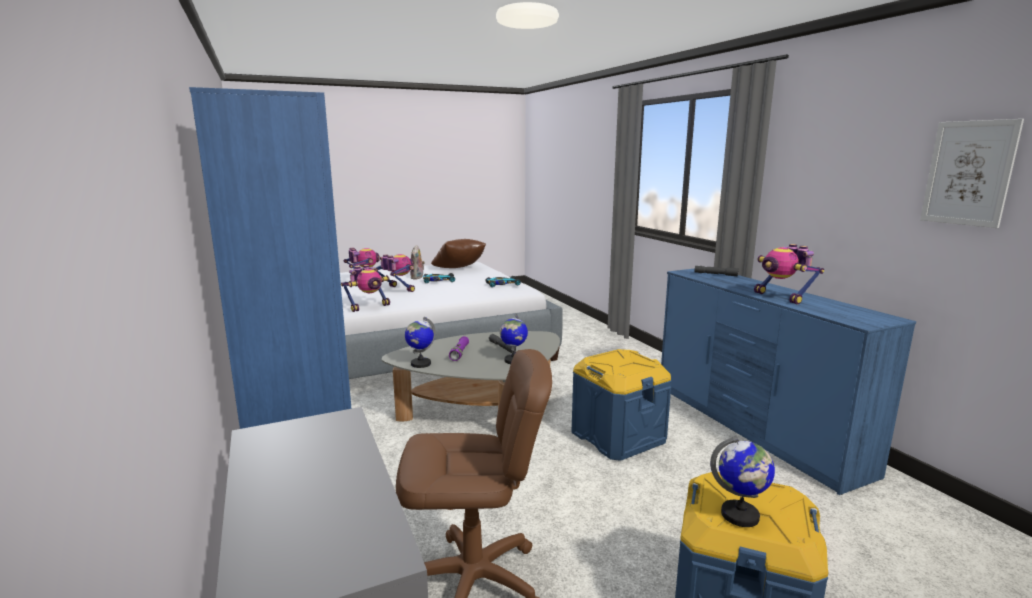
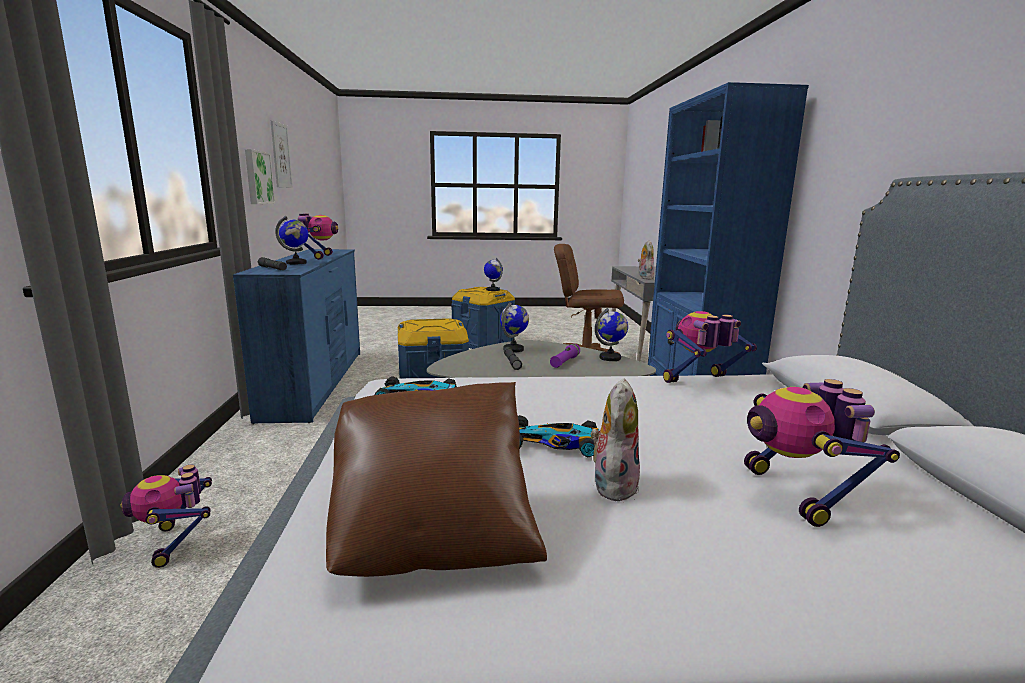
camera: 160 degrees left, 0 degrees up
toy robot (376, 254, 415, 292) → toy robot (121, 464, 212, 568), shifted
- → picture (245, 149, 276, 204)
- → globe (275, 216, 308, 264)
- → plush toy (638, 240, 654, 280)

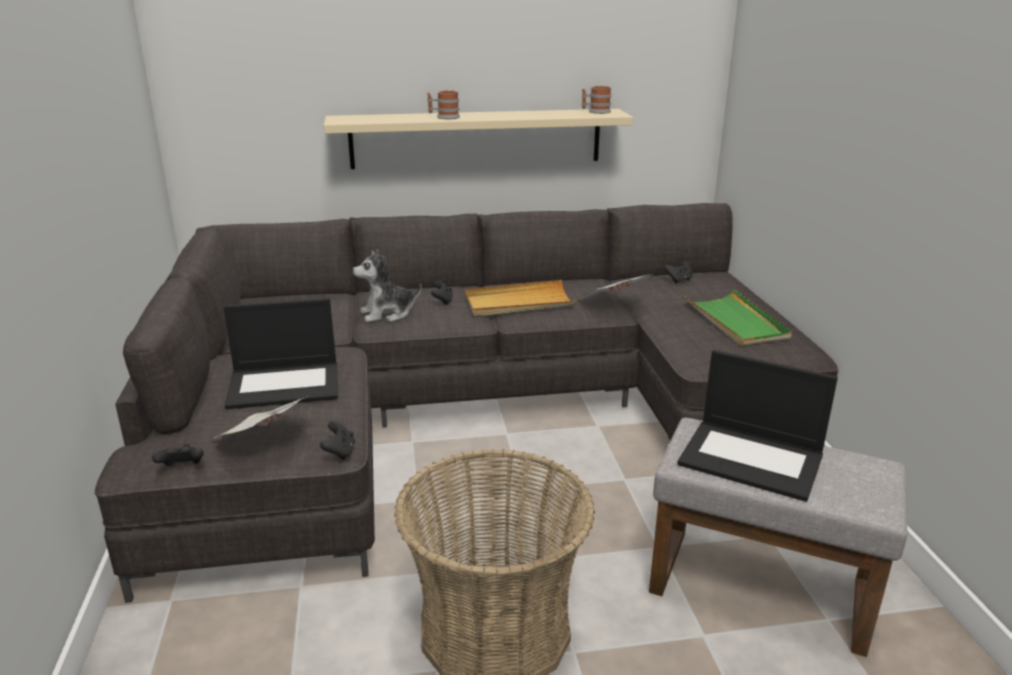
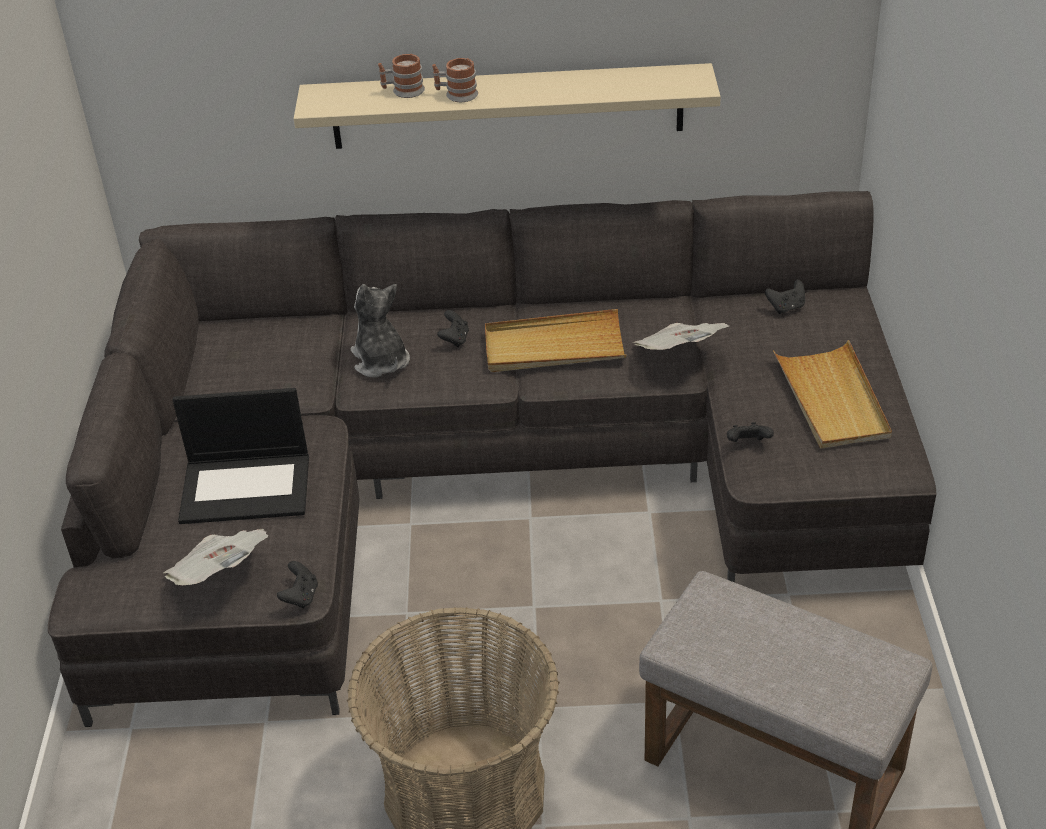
camera: 10 degrees right, 15 degrees up
black game controller (152, 444, 204, 466) → black game controller (727, 422, 774, 442), shifted
plush toy (352, 249, 422, 322) → plush toy (351, 284, 410, 378), 75 degrees clockwise
mug (582, 86, 611, 114) → mug (378, 54, 425, 98), shifted
laptop (677, 350, 838, 502) → -
green tray (684, 289, 792, 346) → beige tray (773, 340, 892, 449)

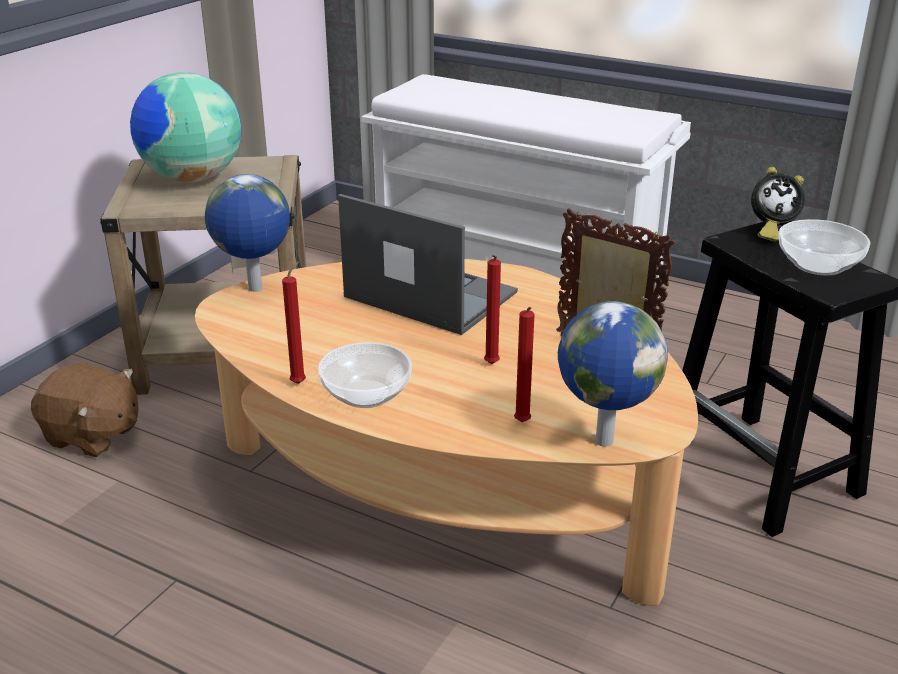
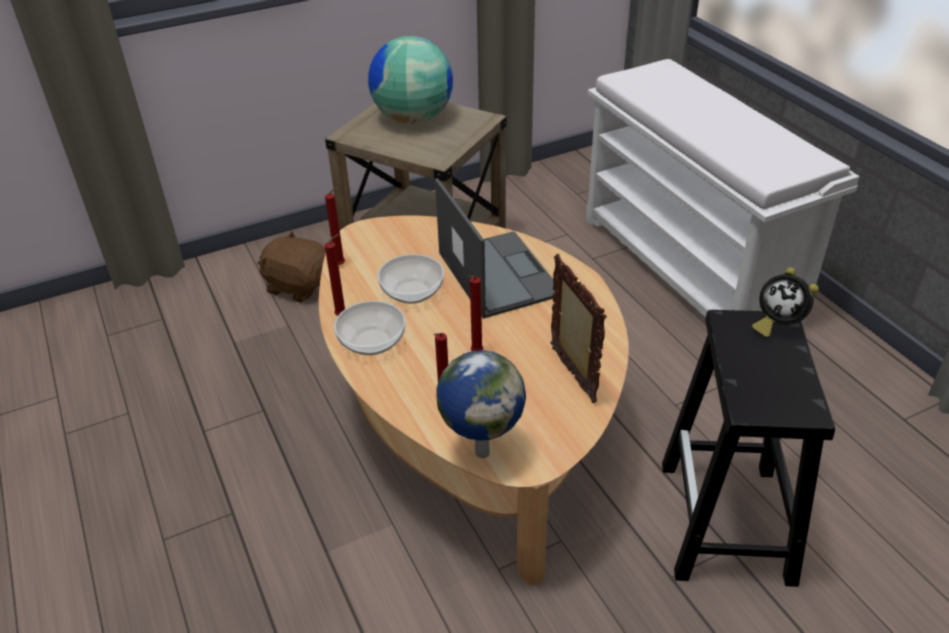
camera: 35 degrees right, 10 degrees up
brown plush toy (31, 363, 138, 457) → brown plush toy (257, 231, 326, 303), 150 degrees clockwise
globe (205, 174, 290, 292) → -
bowl (778, 219, 870, 275) → bowl (377, 254, 444, 304), shifted
- → red candle (325, 187, 345, 265)

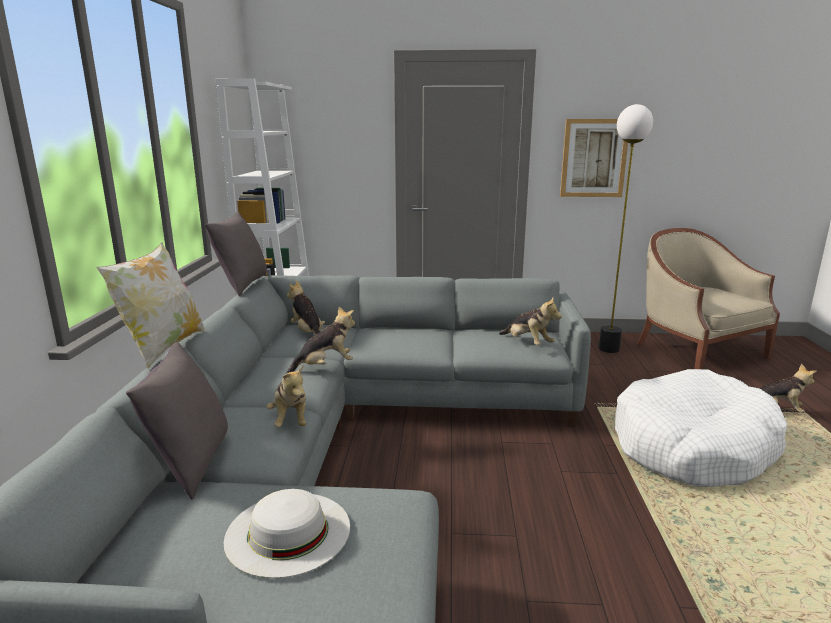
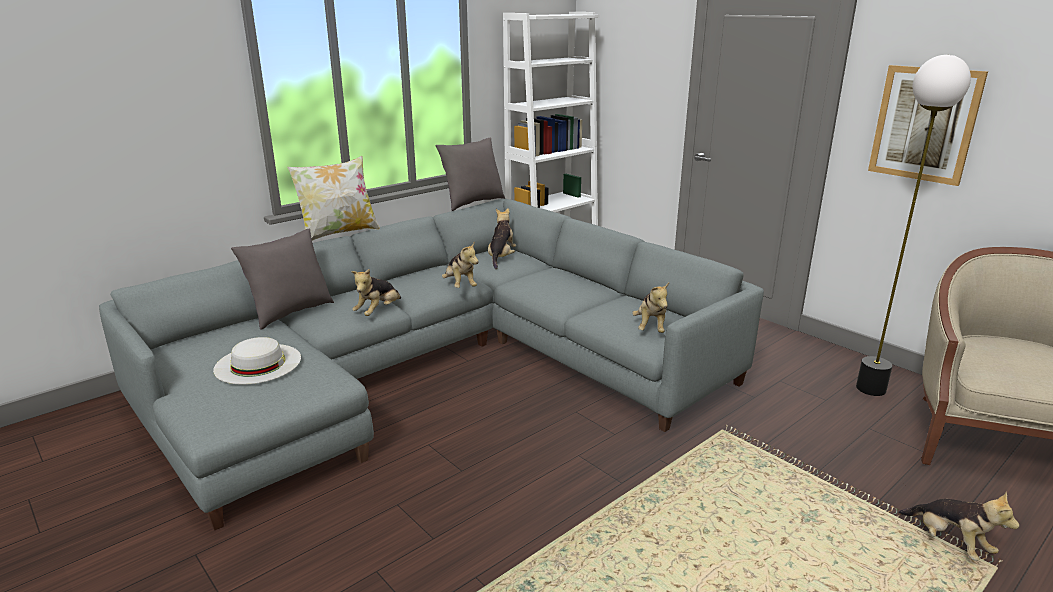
camera: 45 degrees right, 5 degrees up
plush toy (286, 306, 355, 374) → plush toy (442, 241, 479, 288), 45 degrees clockwise
white dog bed (615, 369, 787, 487) → -

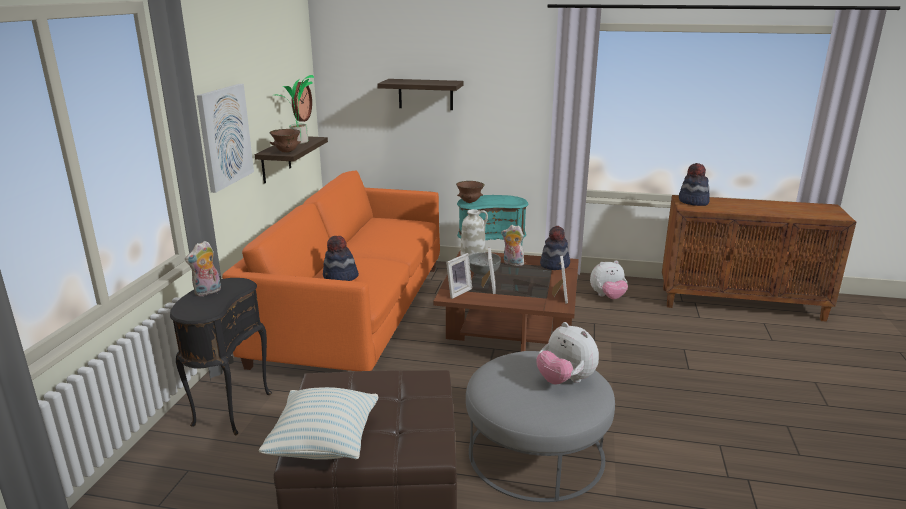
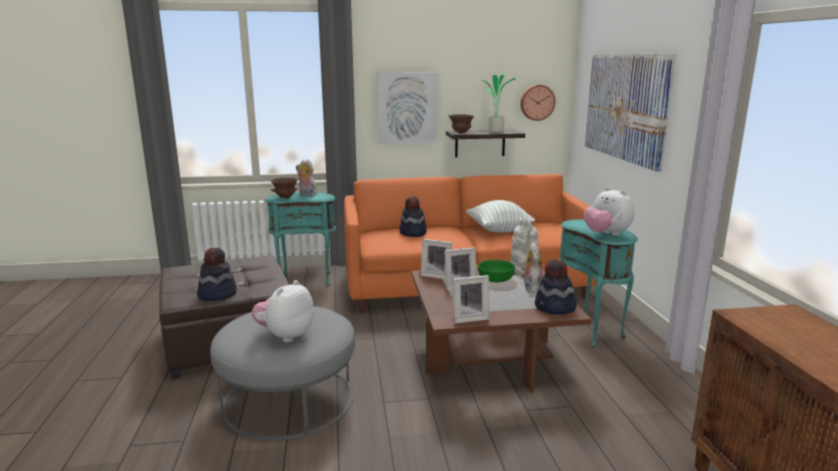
camera: 70 degrees right, 5 degrees down
black side table (170, 278, 272, 435) → turquoise side table (265, 192, 336, 286)
pillow (258, 387, 378, 460) → pillow (466, 200, 535, 233), shifted
shelf (377, 79, 464, 110) → picture (585, 54, 676, 172)
brown bowl (456, 181, 485, 203) → brown bowl (271, 178, 298, 198), shifted
grey bowl (469, 252, 501, 275) → green bowl (478, 260, 515, 282)
plush toy (590, 260, 628, 299) → plush toy (584, 187, 635, 236), shifted
hat (679, 163, 710, 206) → hat (197, 248, 237, 301), shifted

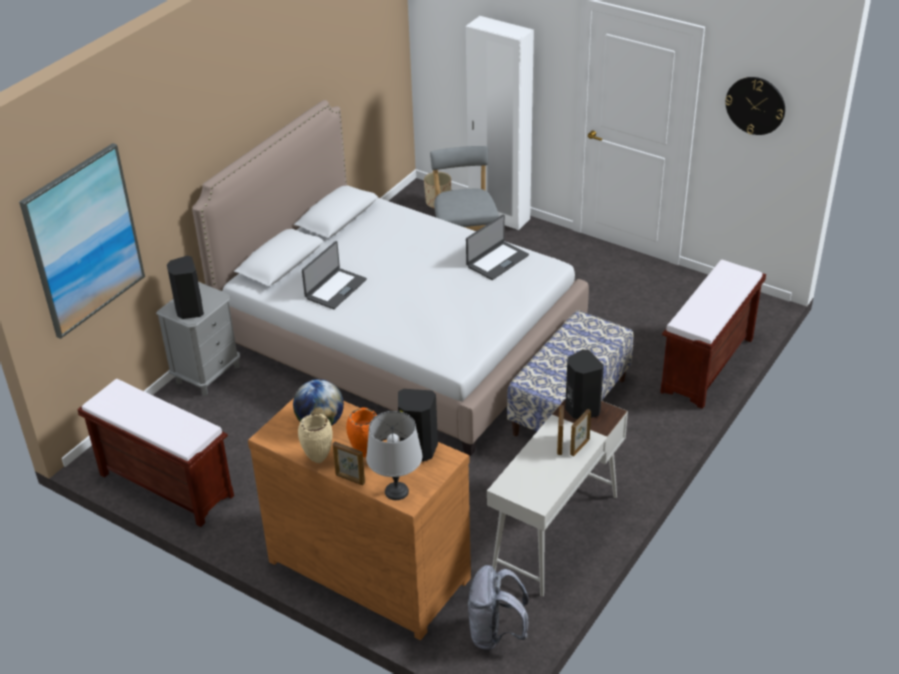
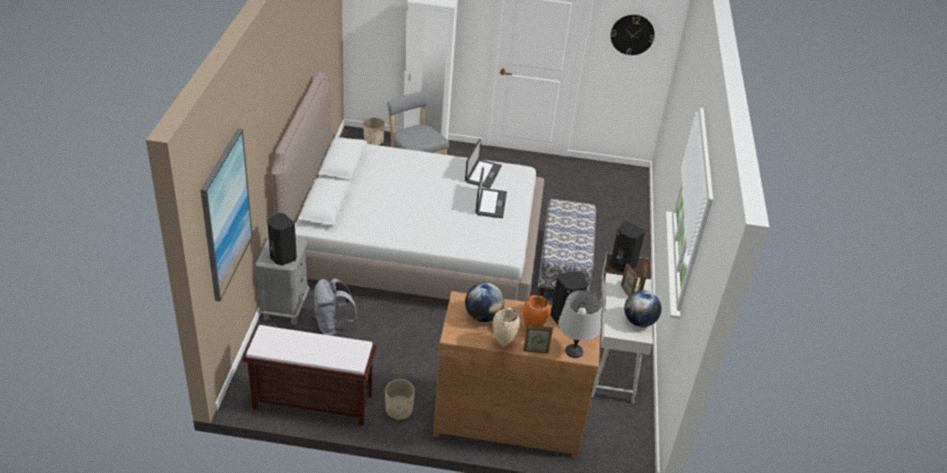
camera: 30 degrees left, 0 degrees up
laptop (302, 241, 367, 309) → laptop (475, 167, 507, 218), shifted
grey backpack (468, 565, 529, 651) → grey backpack (313, 279, 358, 336), shifted
brown bench (660, 260, 766, 409) → -
- → beige planter (385, 379, 415, 420)
- → globe (624, 290, 661, 327)

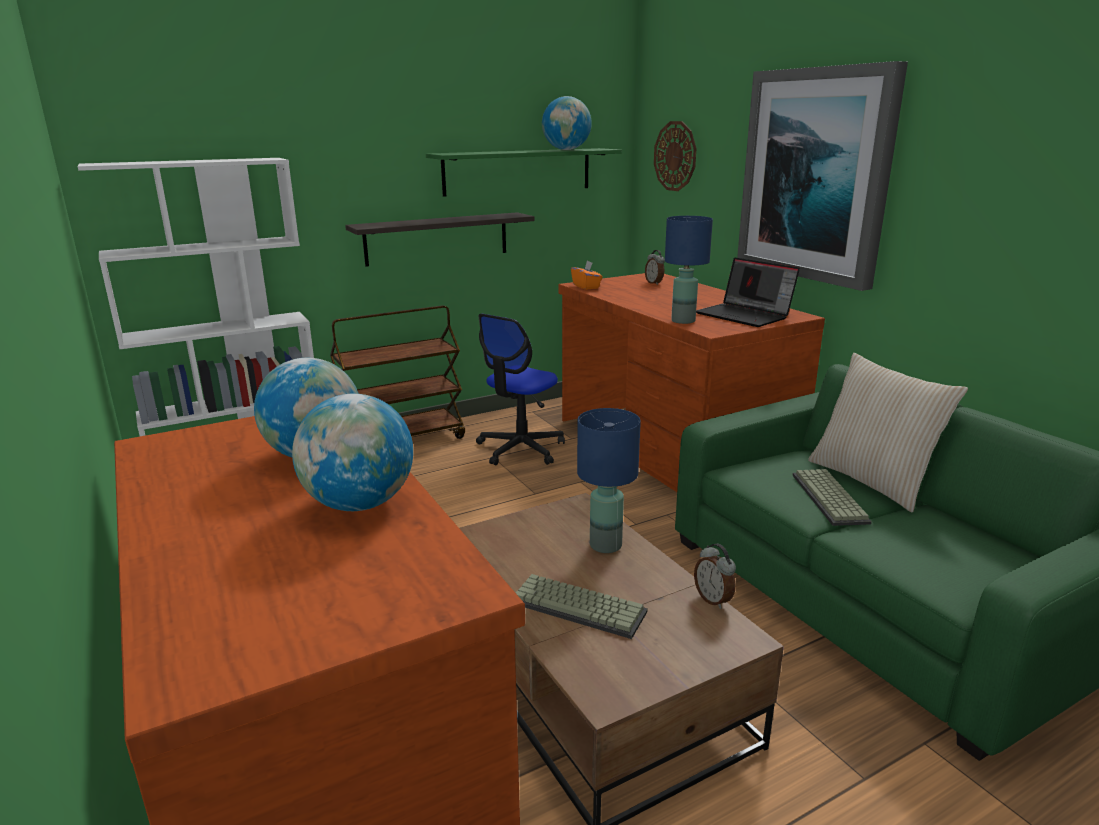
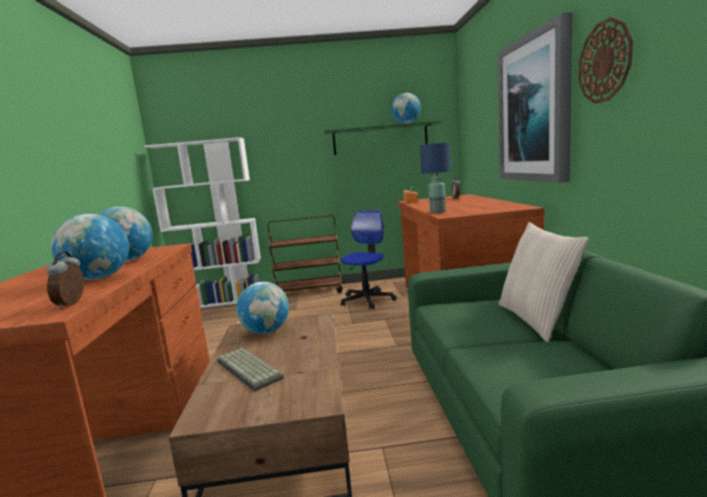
camera: 25 degrees right, 10 degrees down
shelf (345, 212, 535, 267) → -
office chair (476, 314, 565, 465) → office chair (341, 210, 397, 309), 150 degrees clockwise
blue table lamp (577, 408, 641, 553) → -
wall clock (654, 121, 697, 191) → wall clock (578, 17, 633, 104), shifted
alarm clock (694, 544, 736, 609) → alarm clock (47, 251, 84, 309), shifted
laptop (696, 258, 800, 327) → -
keyboard (792, 469, 872, 526) → -
- → globe (236, 282, 289, 334)

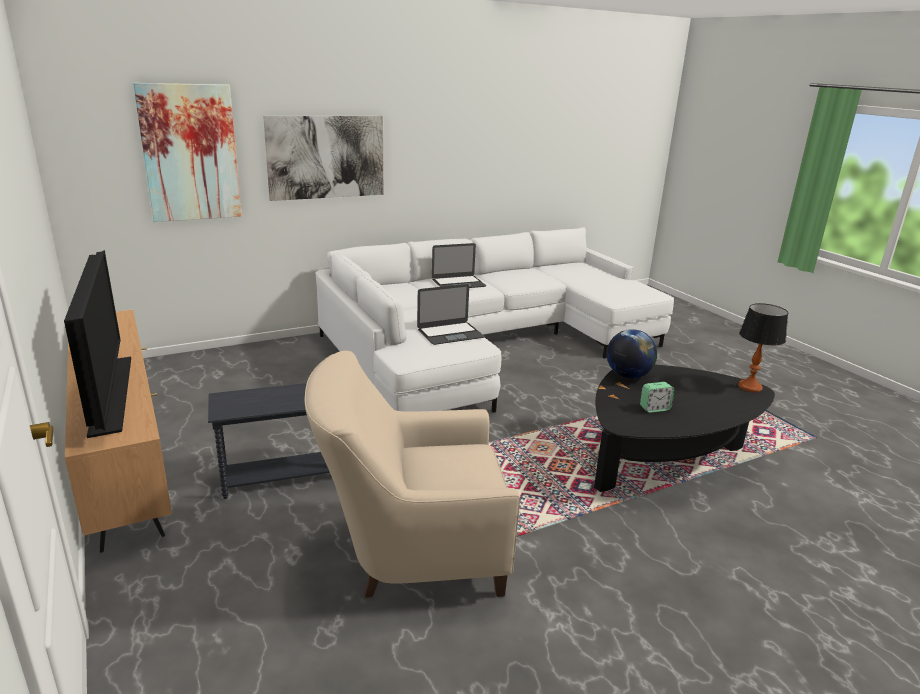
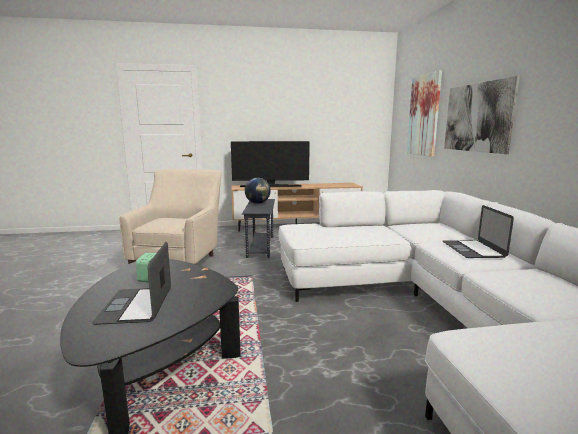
camera: 110 degrees right, 10 degrees down
laptop (417, 284, 485, 345) → laptop (92, 242, 171, 325), shifted
globe (607, 329, 657, 379) → globe (245, 178, 271, 204), shifted
table lamp (738, 303, 788, 392) → -

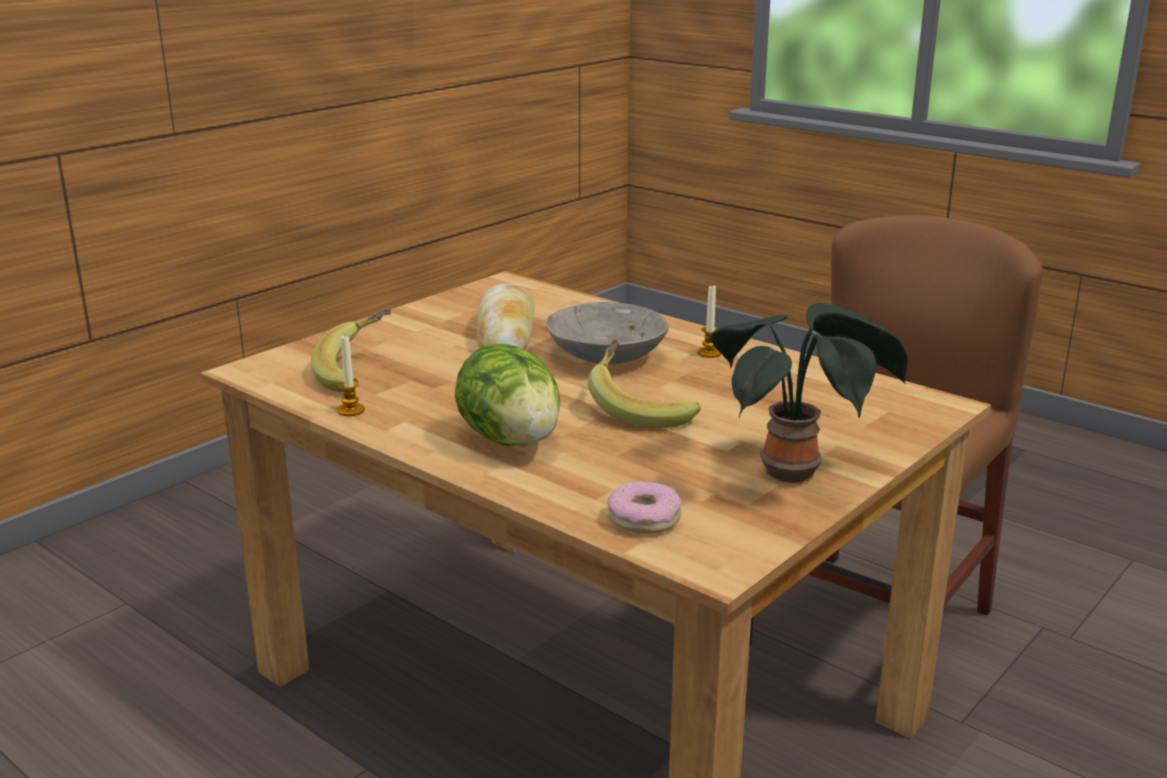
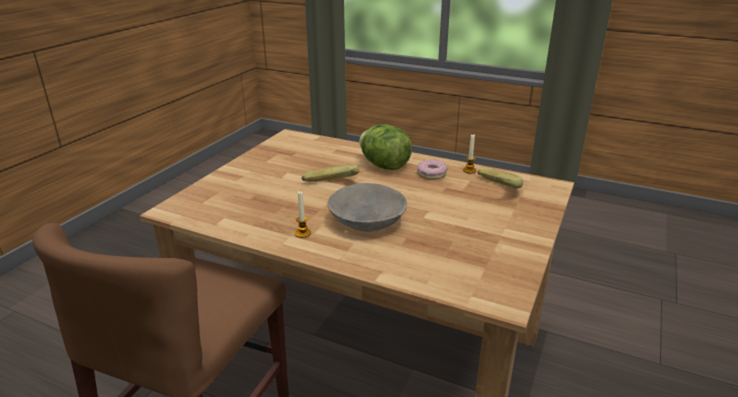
camera: 165 degrees right, 5 degrees up
bread (477, 283, 534, 350) → -
donut (607, 481, 681, 534) → donut (417, 159, 447, 180), shifted
potted plant (710, 303, 908, 483) → -

